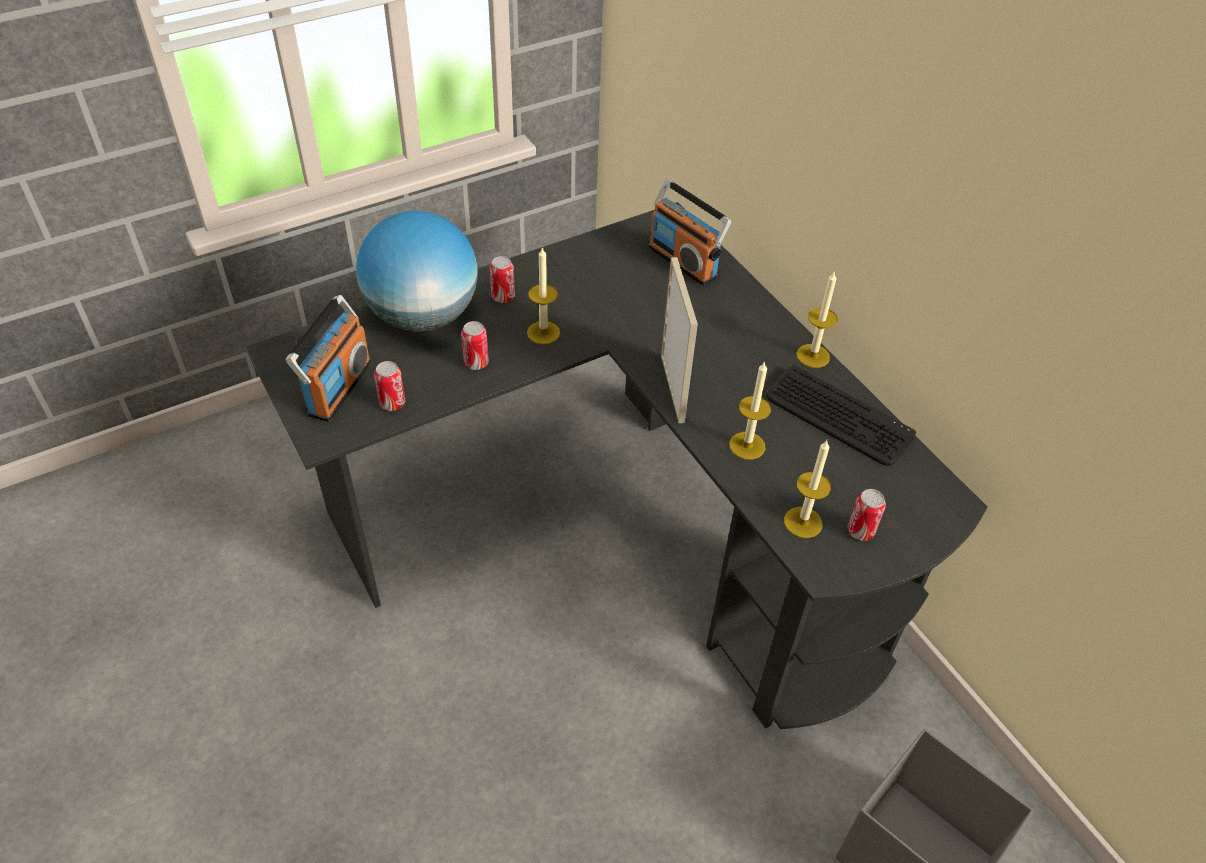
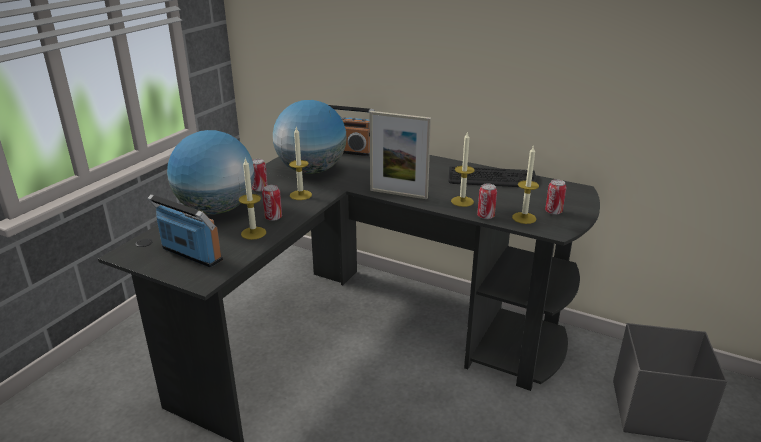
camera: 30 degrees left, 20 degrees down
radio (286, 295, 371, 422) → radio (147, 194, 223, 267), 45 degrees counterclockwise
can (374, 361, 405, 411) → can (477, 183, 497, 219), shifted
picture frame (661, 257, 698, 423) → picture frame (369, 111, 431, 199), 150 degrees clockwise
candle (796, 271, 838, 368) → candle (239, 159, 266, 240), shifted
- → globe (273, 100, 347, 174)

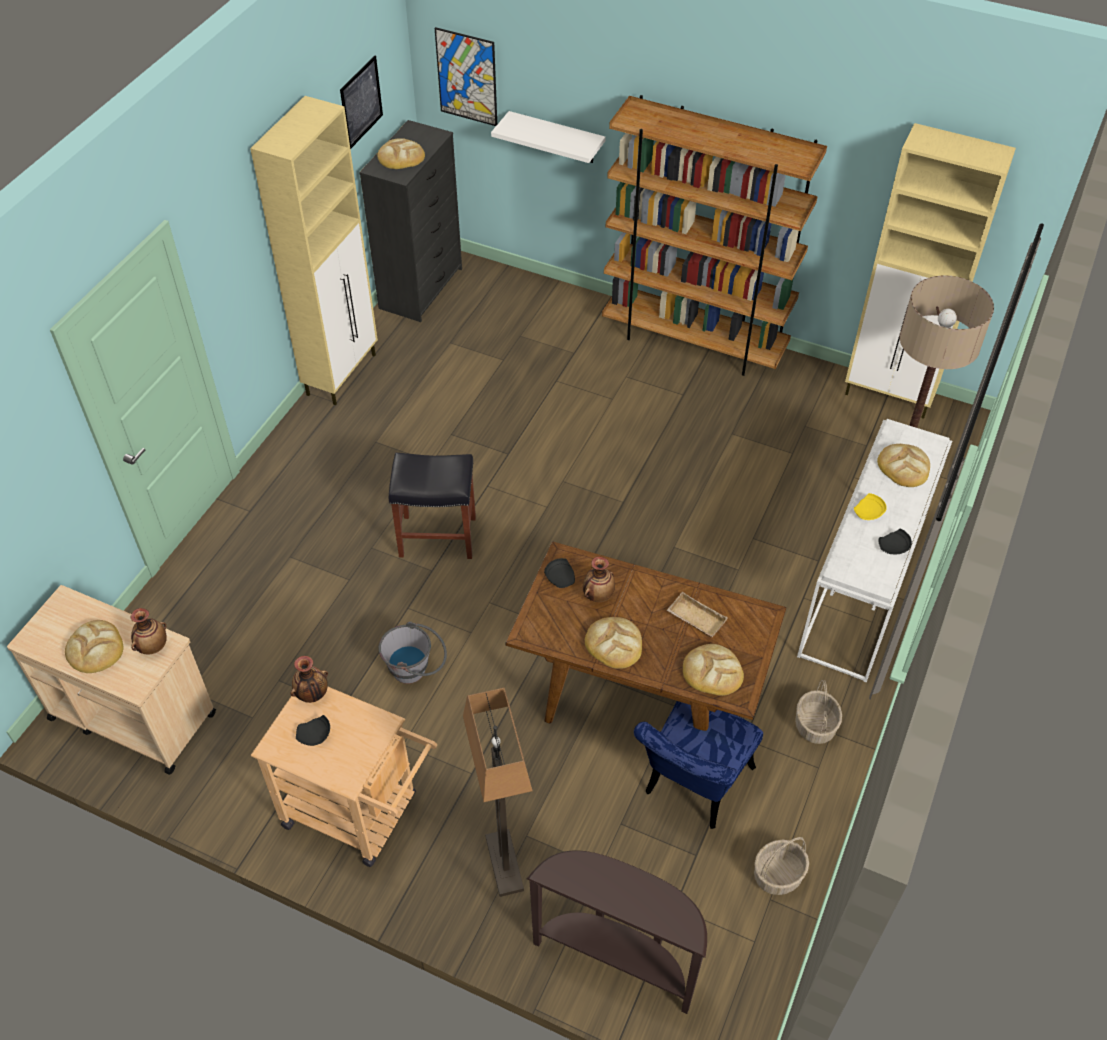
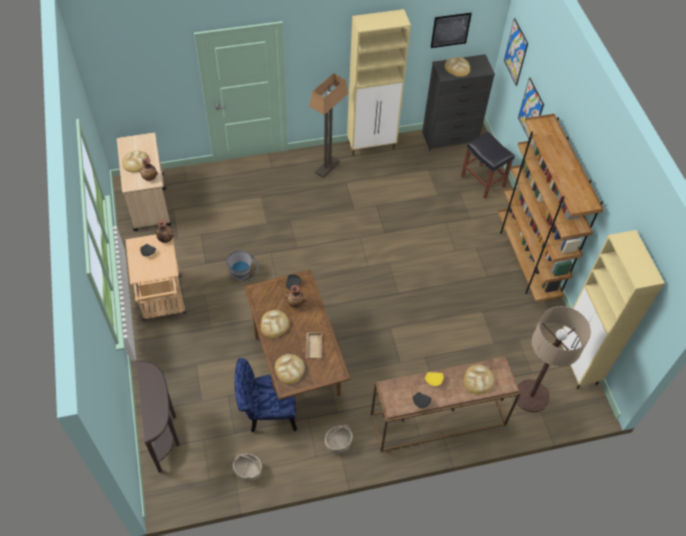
camera: 50 degrees right, 5 degrees up
black stool (389, 453, 476, 559) → black stool (461, 132, 515, 199), shifted
floor lamp (463, 688, 533, 897) → floor lamp (309, 73, 348, 178), shifted
white shelf (491, 111, 606, 163) → picture (518, 77, 544, 140)
white console table (797, 419, 952, 682) → brown console table (371, 356, 520, 452)

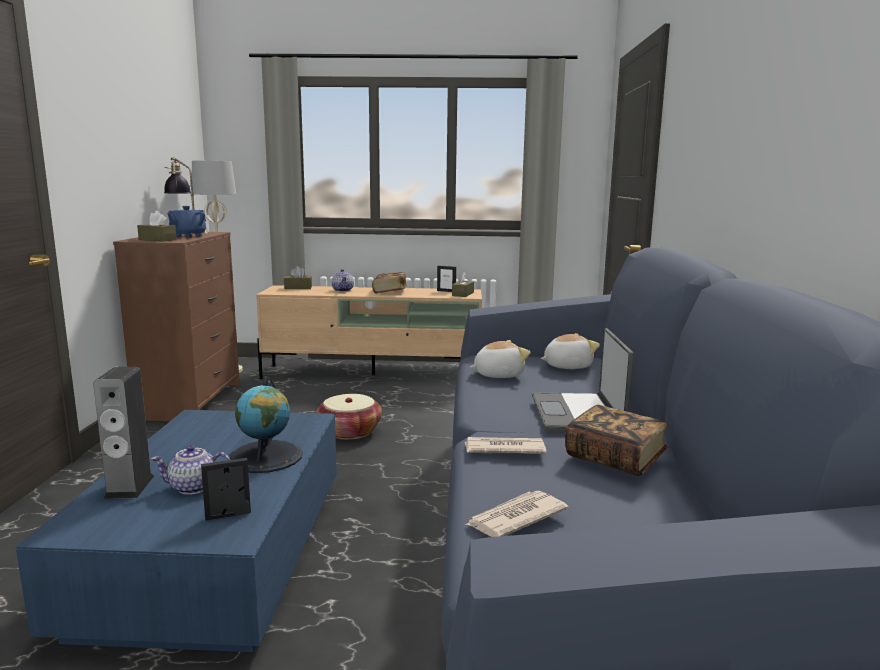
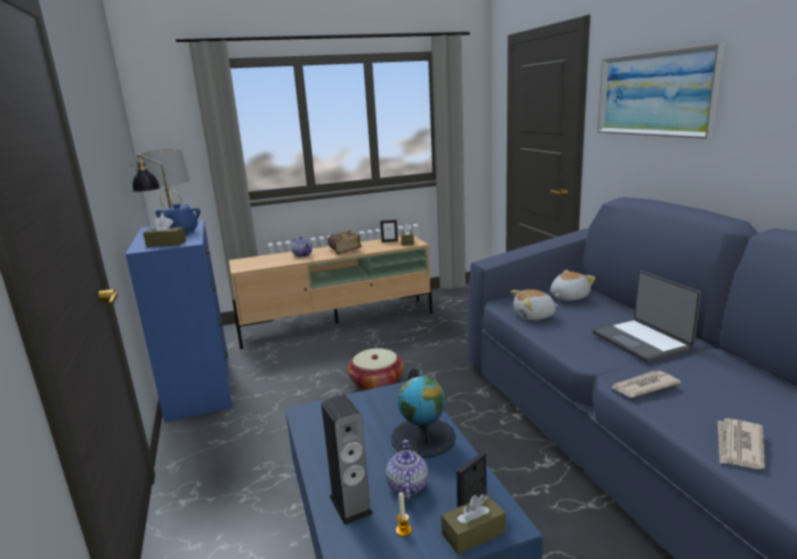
camera: 20 degrees left, 5 degrees up
brown dresser (113, 232, 240, 421) → blue dresser (125, 220, 232, 422)
teapot (151, 445, 230, 495) → teapot (386, 440, 428, 500), 120 degrees clockwise
brown tissue box (284, 266, 312, 289) → brown tissue box (441, 494, 506, 555), shifted
plush toy (470, 340, 530, 378) → plush toy (510, 289, 558, 320), 150 degrees counterclockwise
book (565, 405, 668, 476) → -
- → candle (396, 492, 412, 537)
- → picture (598, 43, 725, 139)

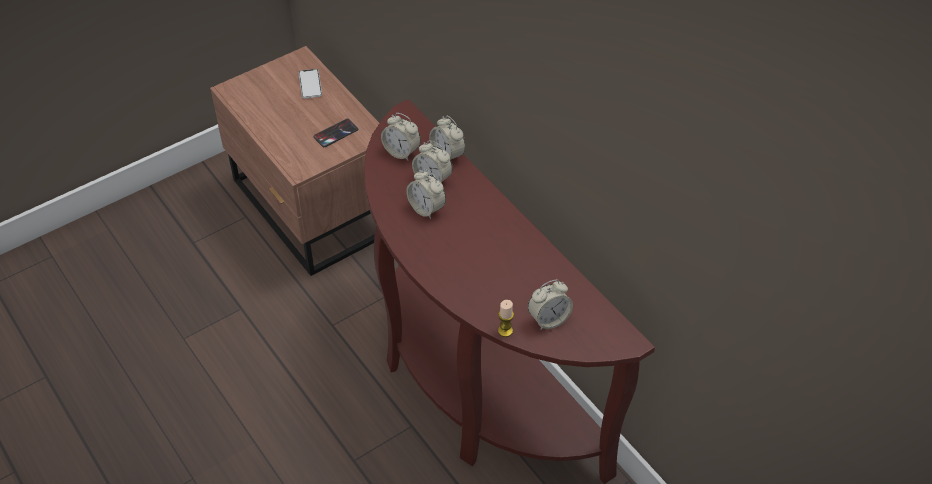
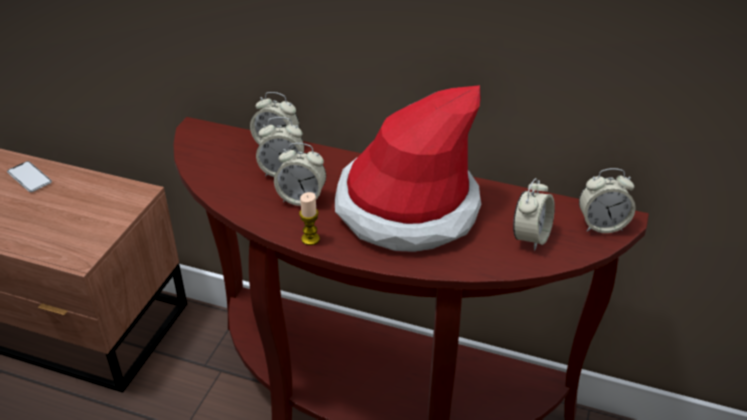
camera: 35 degrees left, 10 degrees down
phone (313, 119, 358, 147) → -
alarm clock (381, 113, 421, 160) → alarm clock (579, 168, 635, 233), shifted
candle (498, 300, 514, 337) → candle (299, 192, 320, 245), shifted
- → hat (335, 85, 481, 252)

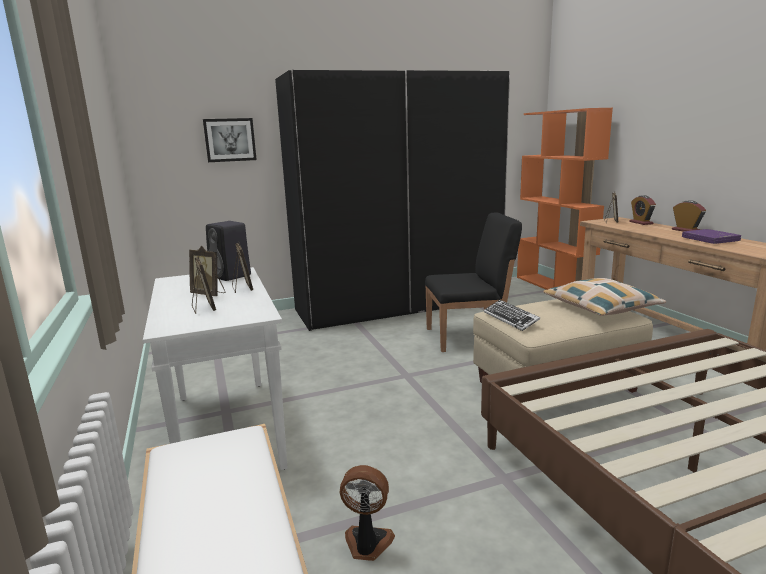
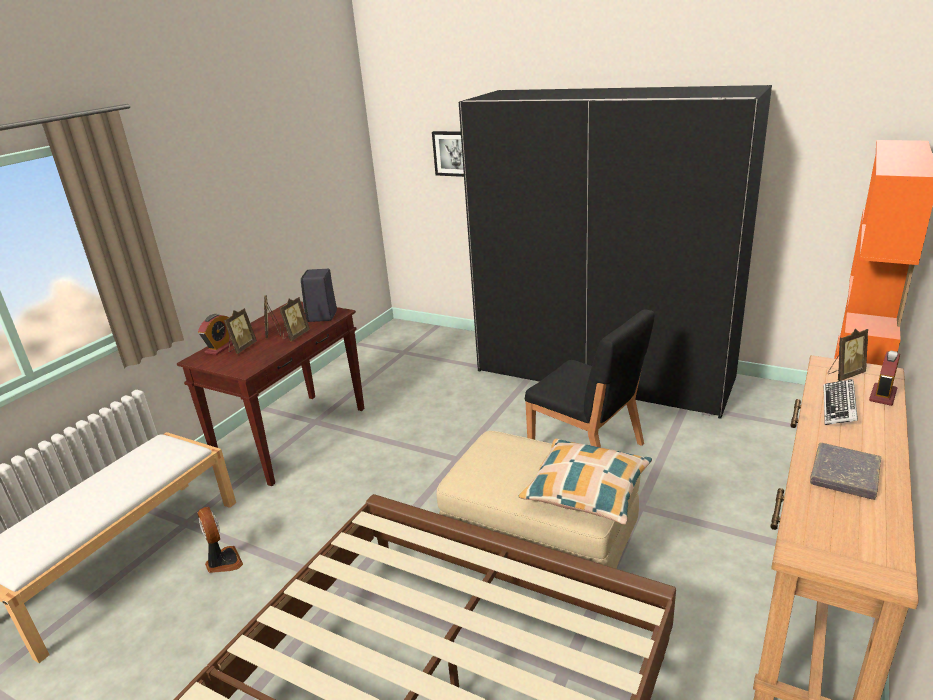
camera: 50 degrees right, 10 degrees up
white console table (143, 267, 288, 470) → brown console table (177, 302, 364, 486)
keyboard (484, 300, 540, 331) → keyboard (823, 379, 858, 425), shifted
alarm clock (672, 200, 706, 232) → alarm clock (198, 314, 233, 355), shifted
purple book (682, 229, 741, 244) → grey book (810, 442, 881, 500)

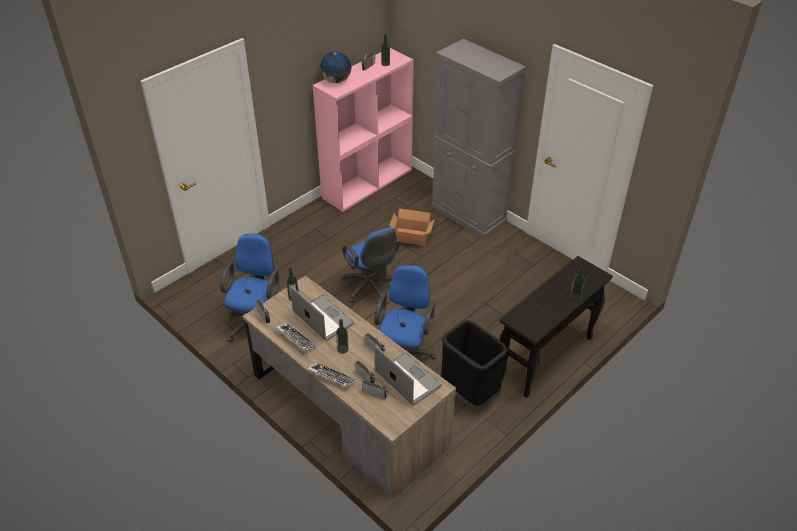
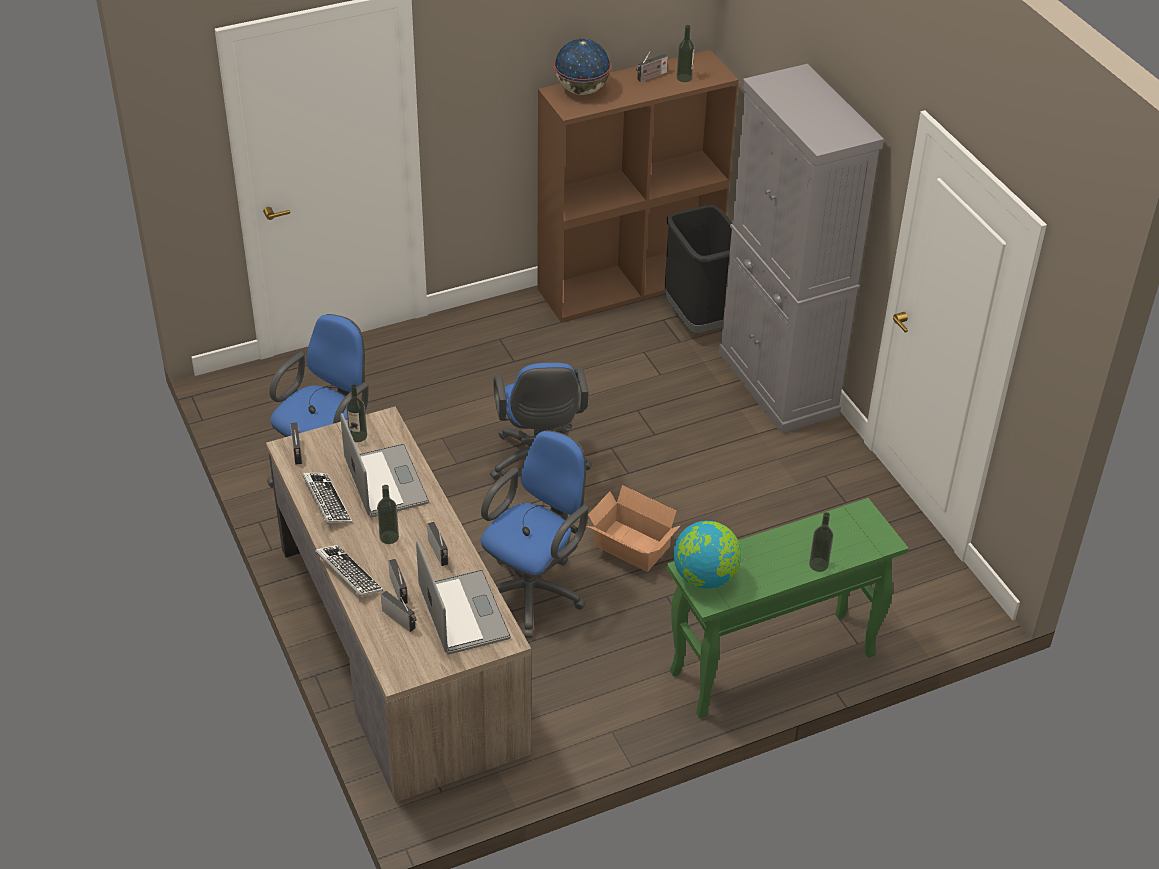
camera: 20 degrees right, 0 degrees up
pink bookcase (313, 48, 414, 212) → brown bookcase (537, 50, 739, 322)
cardboard box (389, 209, 435, 246) → cardboard box (587, 485, 681, 572), shifted
black trash can (441, 320, 508, 411) → black trash can (664, 205, 732, 333), shifted
black console table (500, 256, 613, 398) → green console table (666, 498, 908, 718)
- → globe (673, 521, 741, 589)

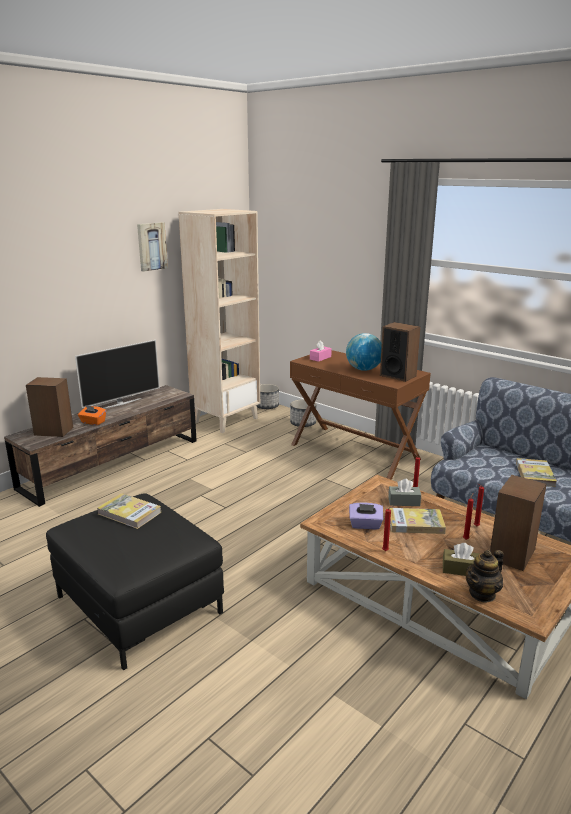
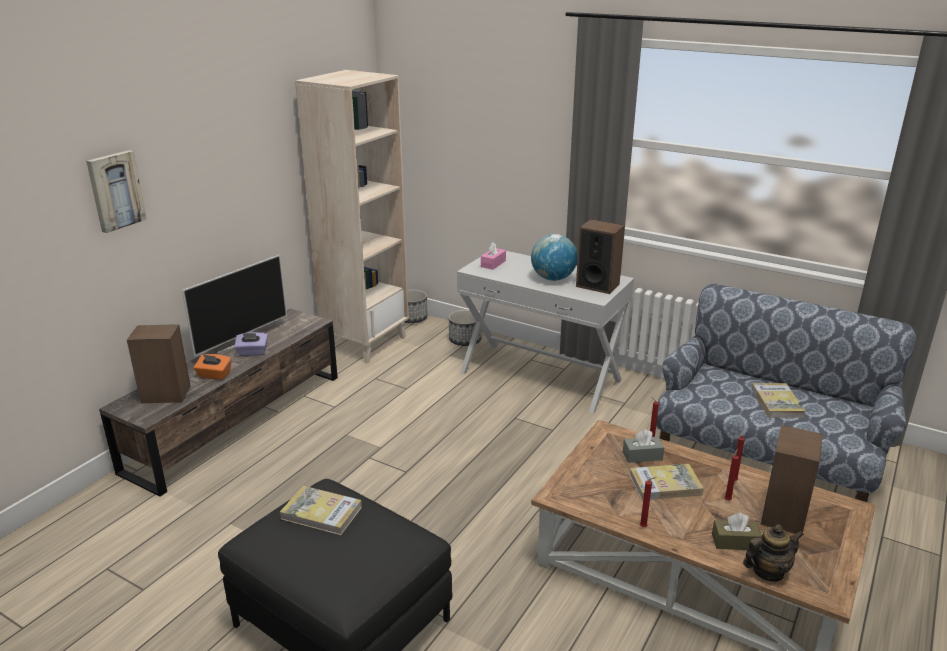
camera: 10 degrees left, 5 degrees up
picture (137, 222, 168, 272) → picture (86, 150, 147, 233), shifted
brown console table (290, 350, 431, 479) → white console table (457, 251, 634, 414)
purple tissue box (349, 503, 383, 529) → purple tissue box (234, 332, 268, 356), shifted
teapot (466, 550, 504, 603) → teapot (743, 525, 804, 582), 150 degrees counterclockwise

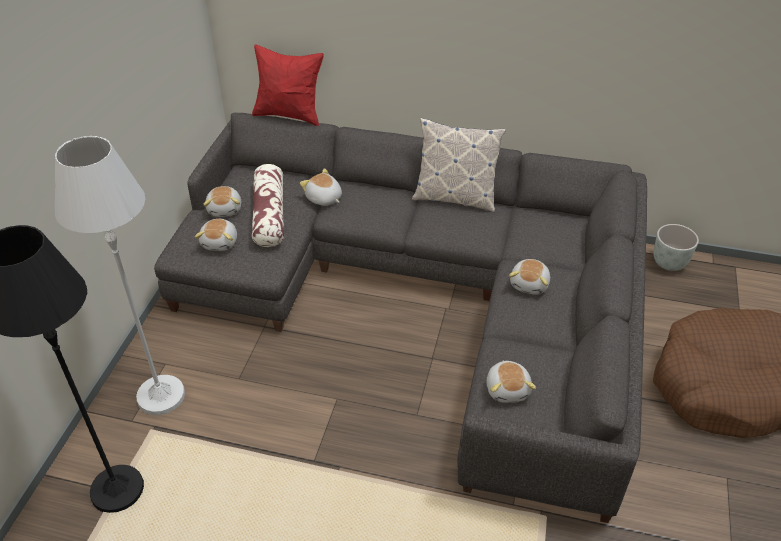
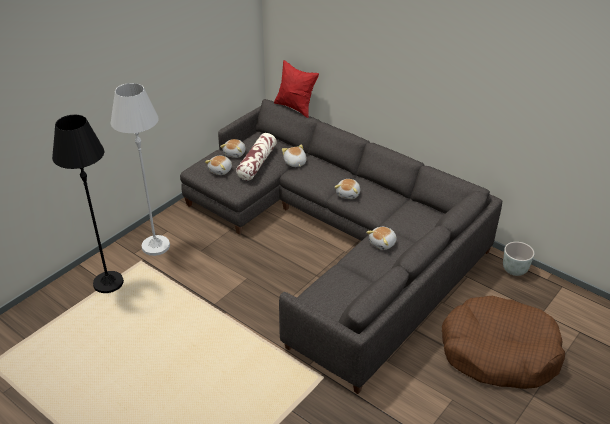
camera: 25 degrees right, 5 degrees down
pillow (412, 118, 506, 212) → -
plush toy (486, 360, 536, 403) → plush toy (334, 179, 360, 199), shifted

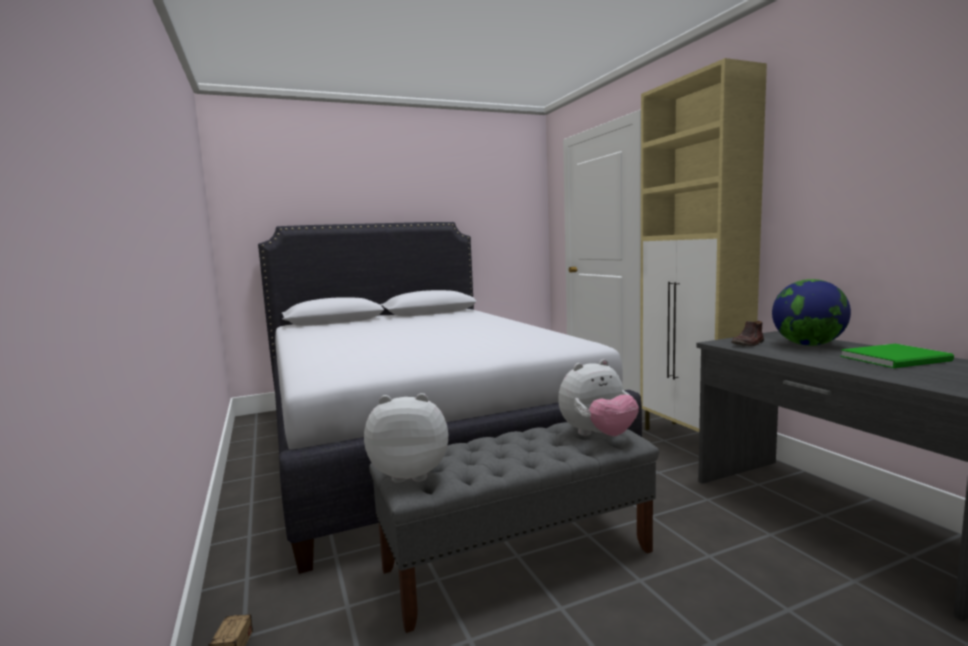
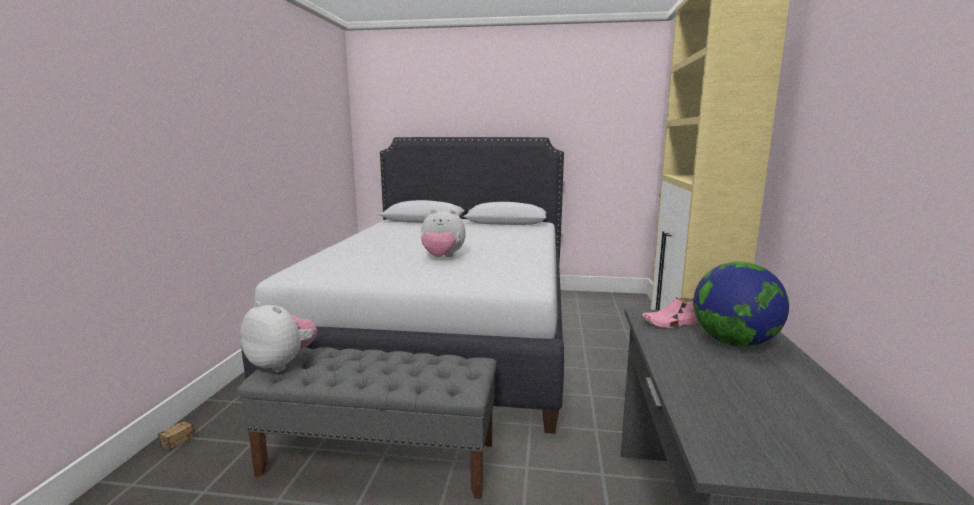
camera: 30 degrees right, 5 degrees up
plush toy (558, 359, 639, 436) → plush toy (421, 209, 466, 257), shifted
brown shoe (731, 321, 764, 346) → pink shoe (640, 297, 699, 328)
green book (840, 344, 954, 368) → -

